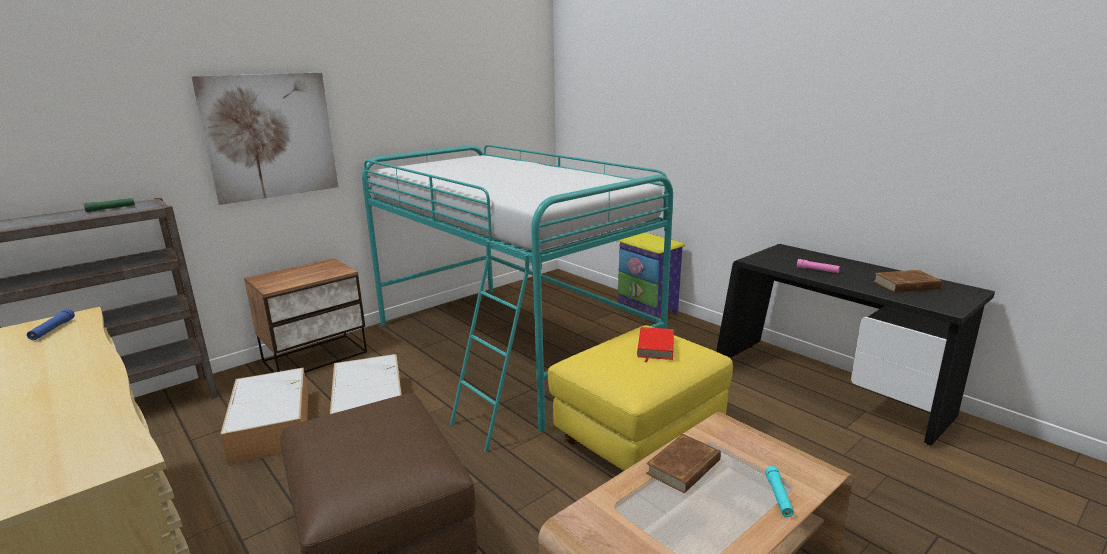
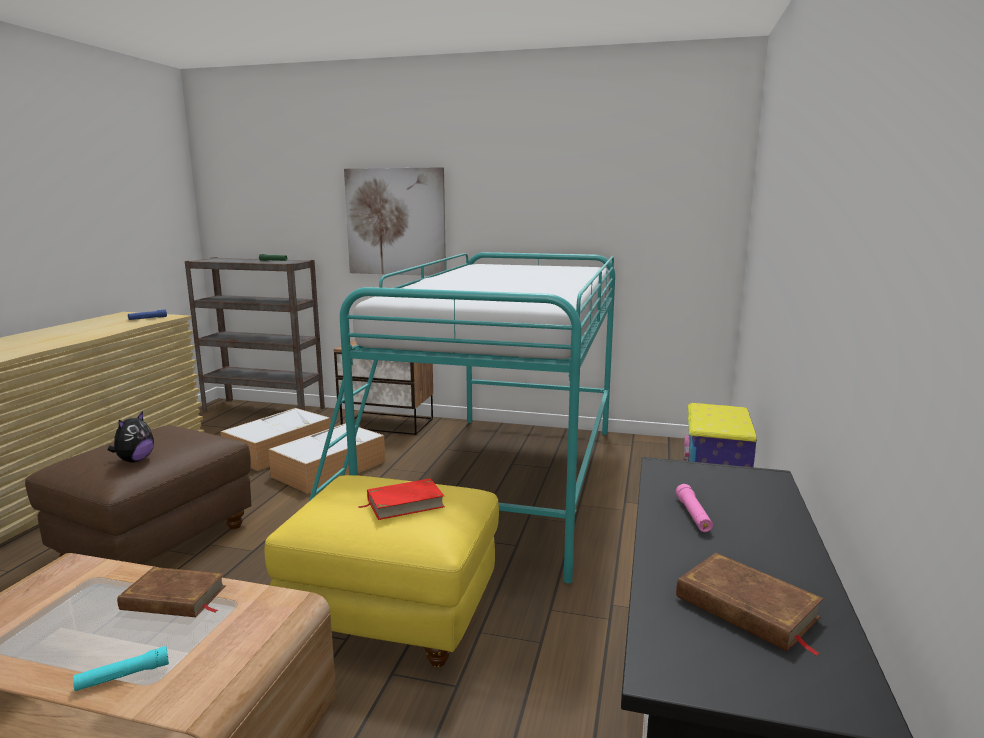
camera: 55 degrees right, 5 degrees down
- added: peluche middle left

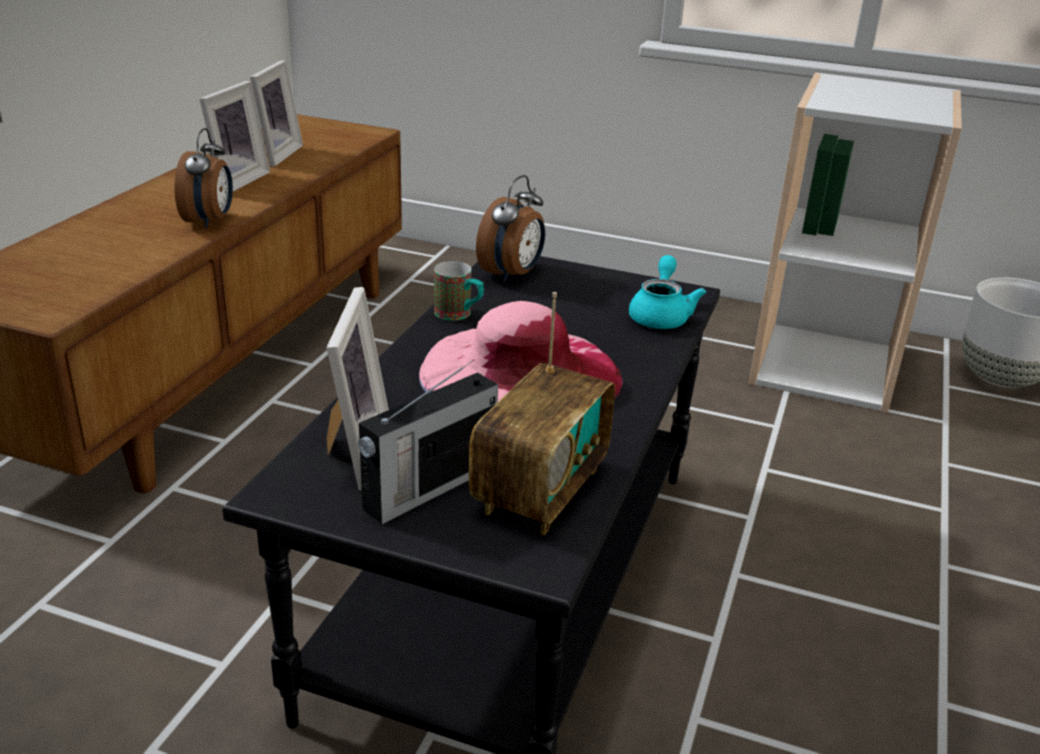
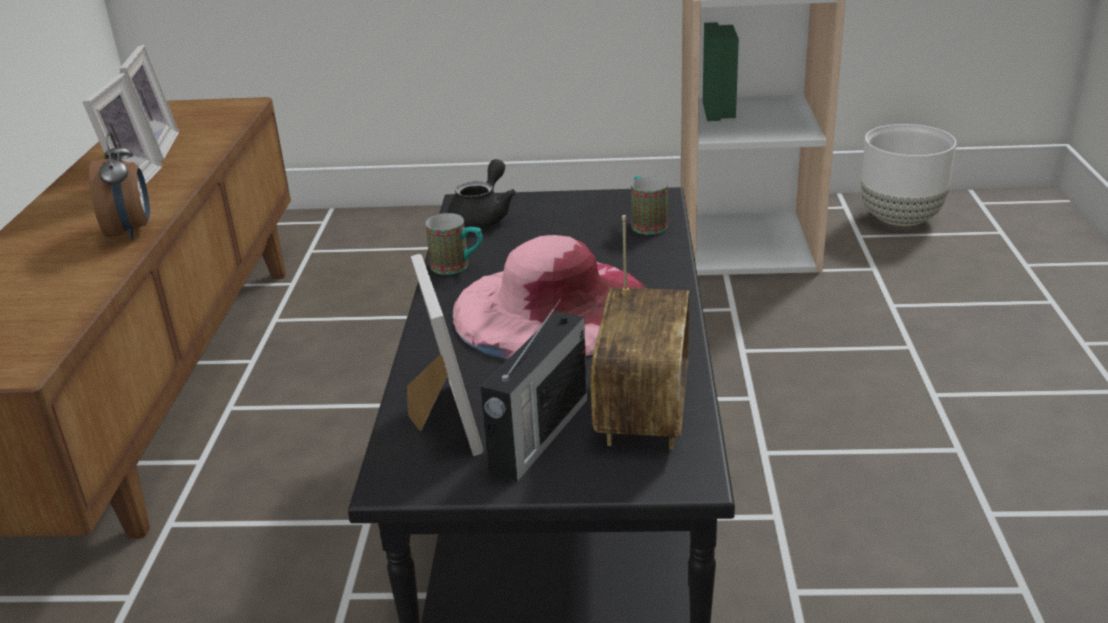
camera: 15 degrees left, 0 degrees up
- replaced: despertador (2nd from left) top centre to tetera [negro] top centre
- replaced: tetera [turquesa] centre to taza grande (2nd from left) top centre

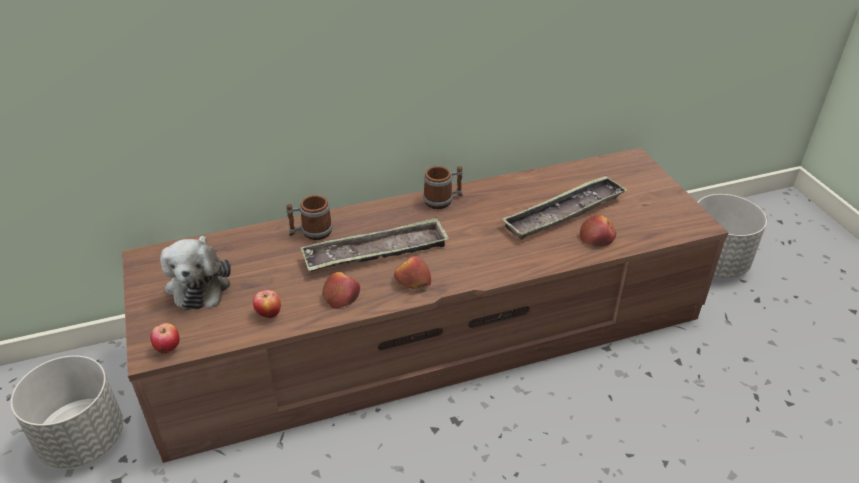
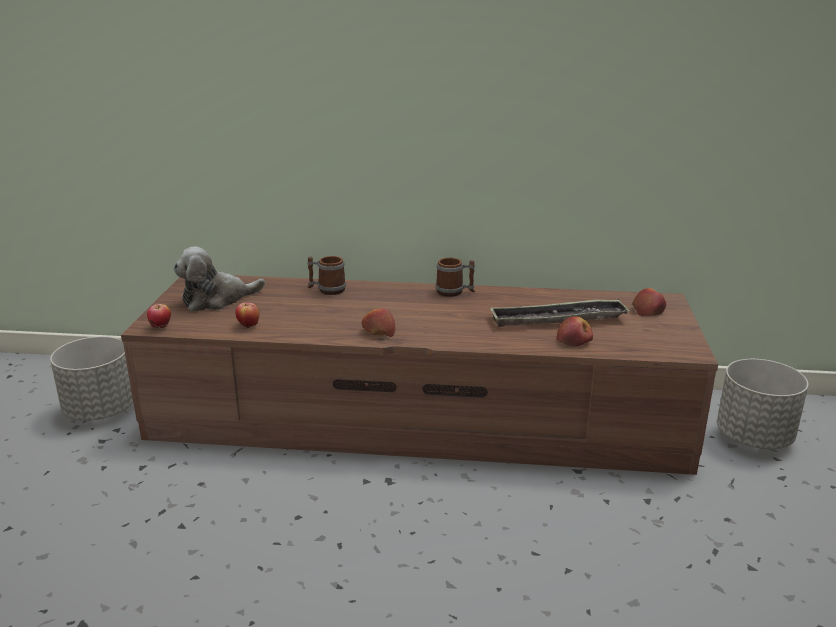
camera: 25 degrees right, 15 degrees down
- turned: peluche middle left = middle left 45 degrees clockwise
- moved: manzana (3rd from left in the first image) centre to manzana (5th from left) middle right
- removed: bandeja (1st from left) centre

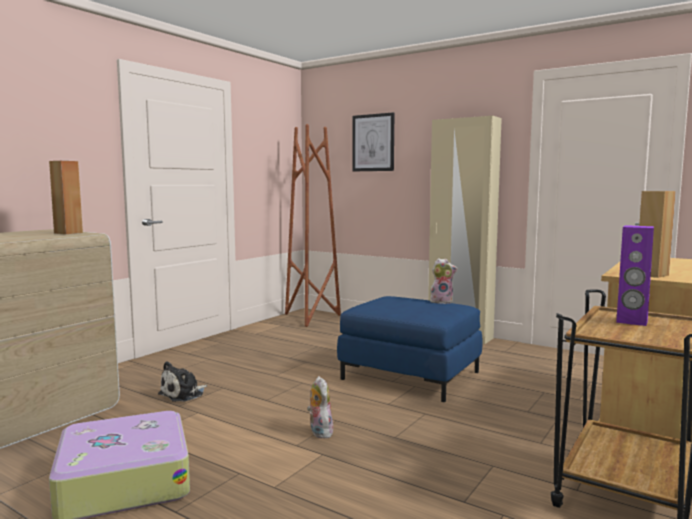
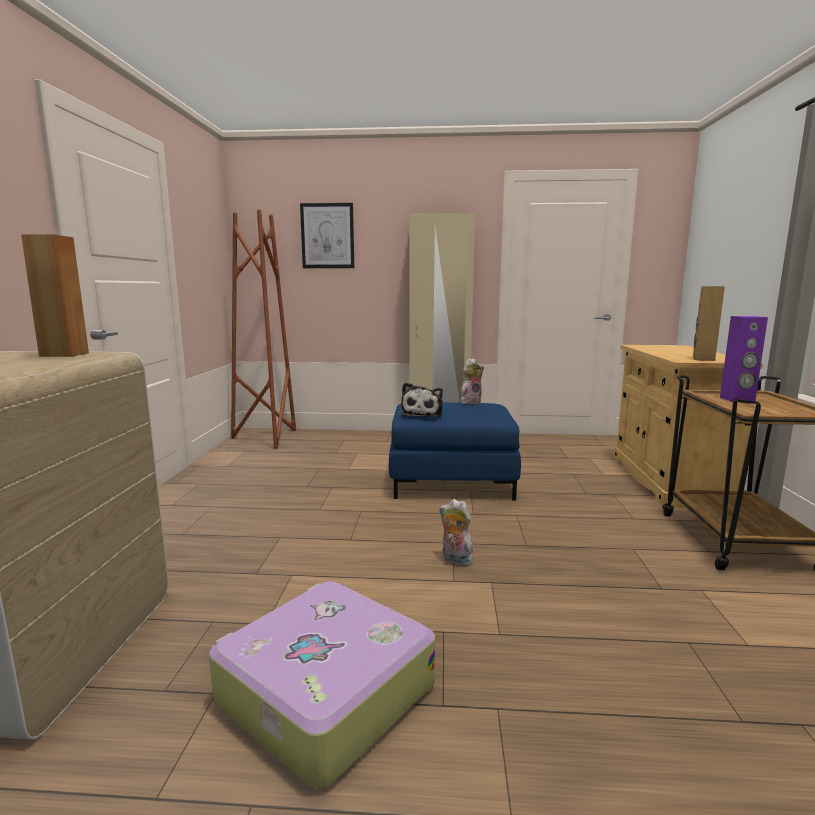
camera: 30 degrees left, 5 degrees up
- moved: peluche (1st from left) bottom left to centre

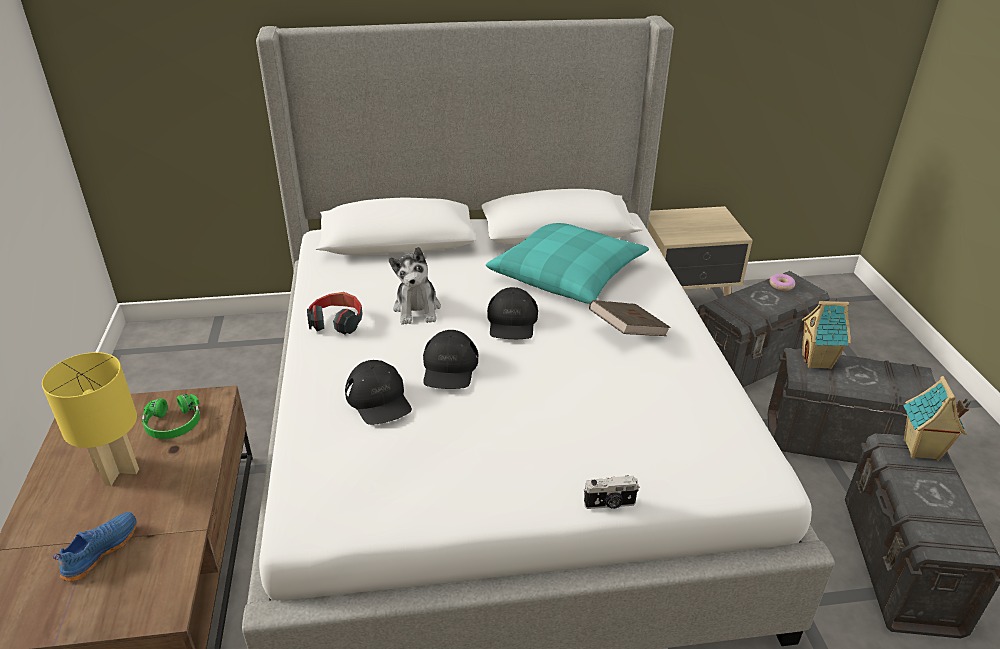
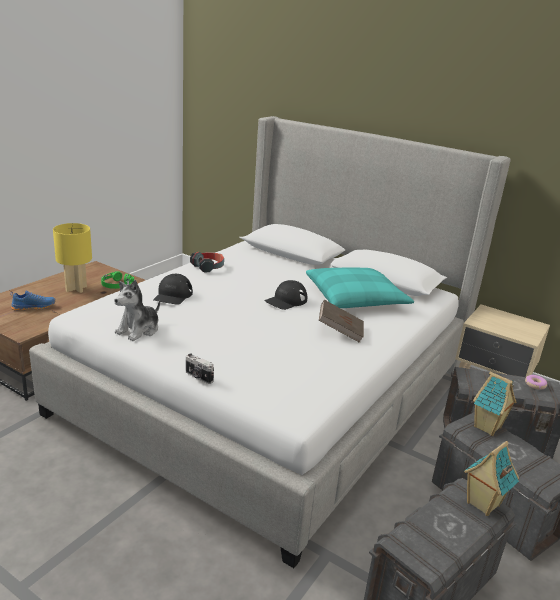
camera: 40 degrees right, 10 degrees down
- moved: peluche centre to middle left
- removed: gorra [negro] (2nd from left) centre

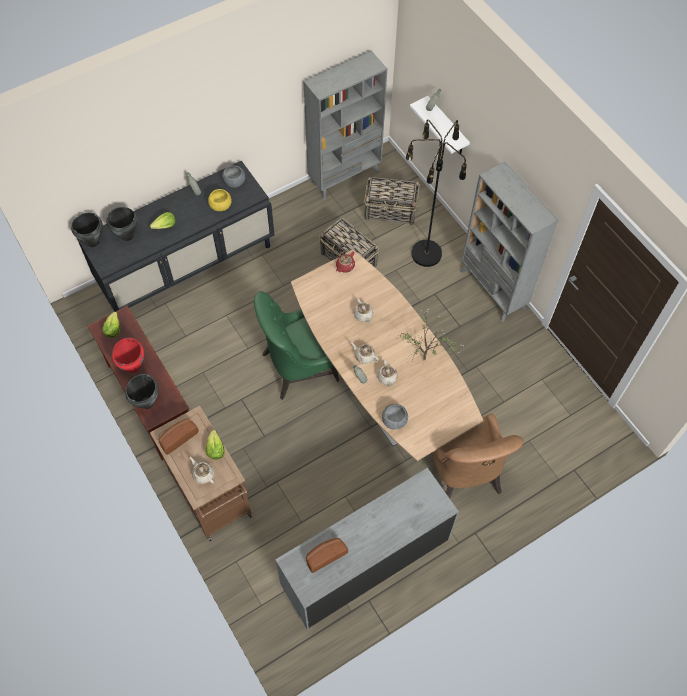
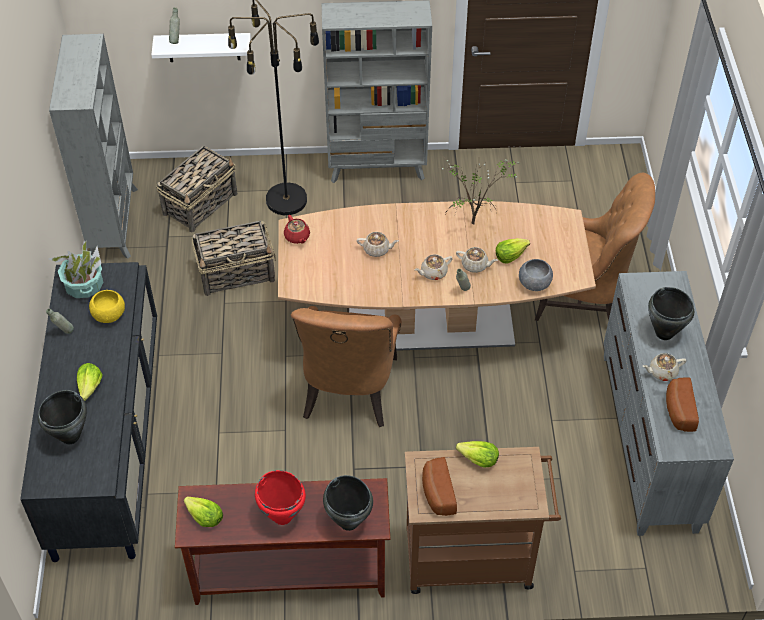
camera: 60 degrees left, 10 degrees down
- replaced: cuenco [gris] (1st from left) top centre to planta en maceta (1st from left) middle left
- recoloured: silla [verde] centre to silla [marrón] (1st from left) centre
- added: lechuga (4th from left) middle right
- moved: tetera [beis] (1st from left in the first image) bottom left to tetera [beis] (4th from left) middle right
- moved: olla [negro] (1st from left in the first image) top left to olla [negro] (3rd from left) middle right

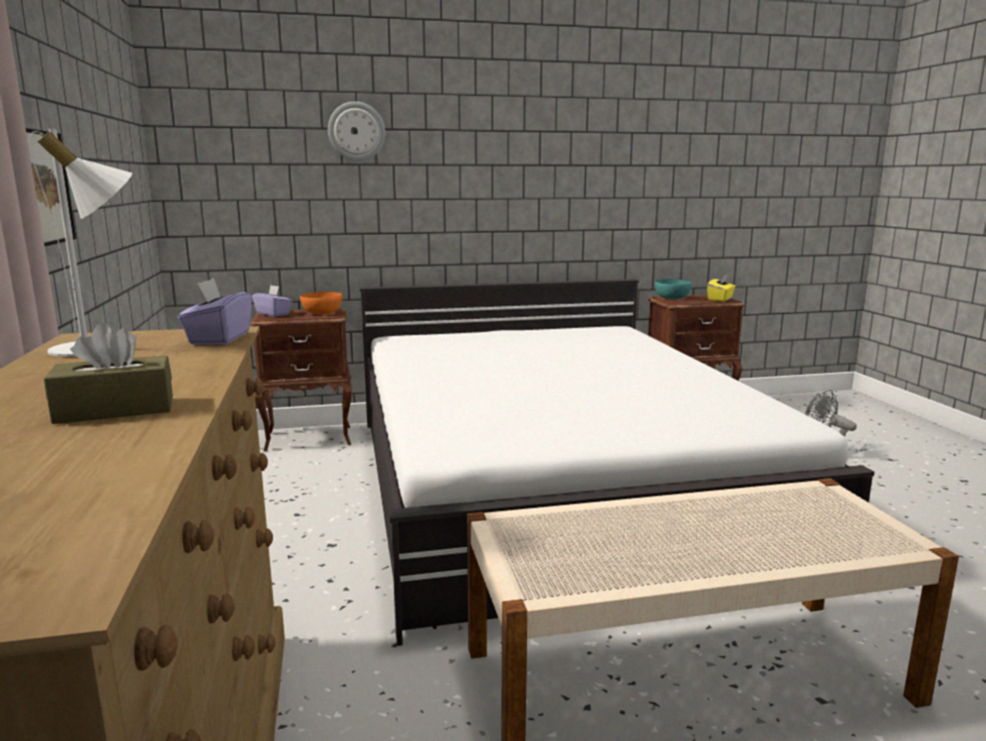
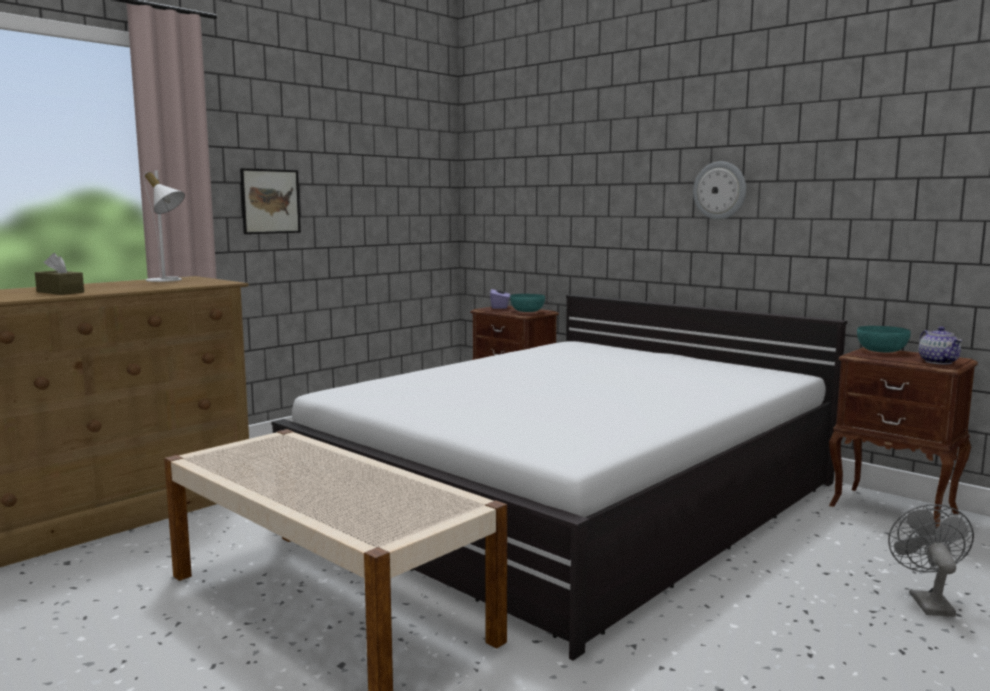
camera: 55 degrees right, 5 degrees down
- recoloured: cuenco [naranja] middle left to cuenco [turquesa] (1st from left) centre
- moved: reloj de pared top centre to top right
- replaced: caja de pañuelos [amarillo] middle right to tetera middle right
- removed: caja de pañuelos [morado] (1st from left) middle left

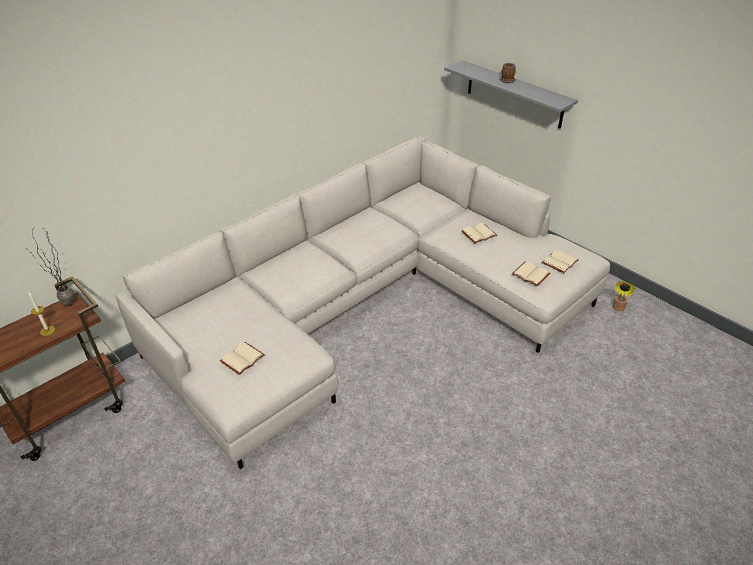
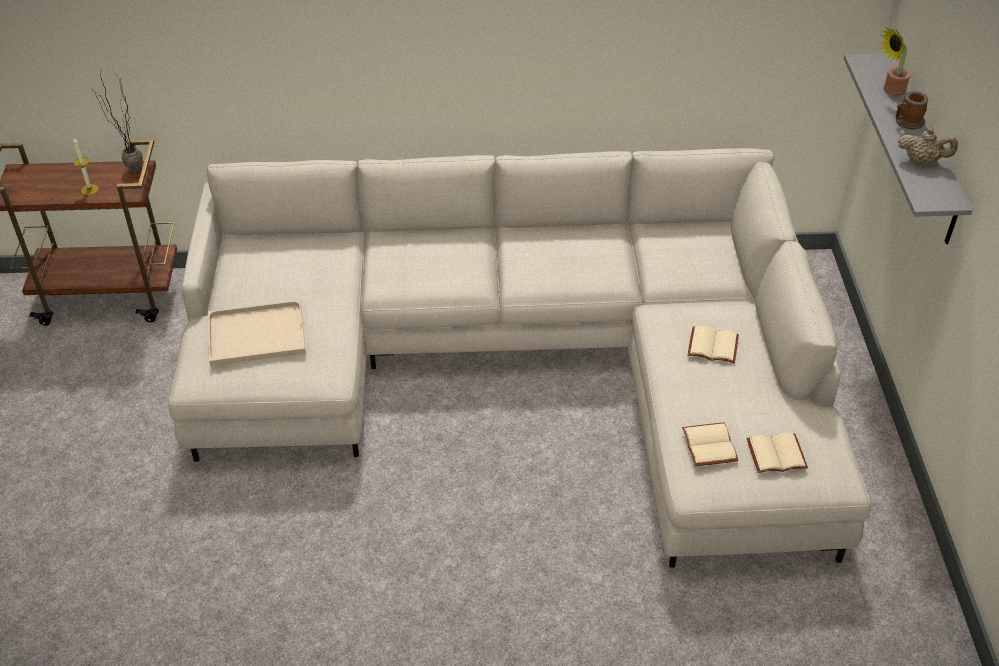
camera: 40 degrees right, 5 degrees up
- replaced: libro [beis] (1st from left) middle left to bandeja [beis] middle left
- moved: planta en maceta (2nd from left) middle right to top right
- added: tetera [beis] top right

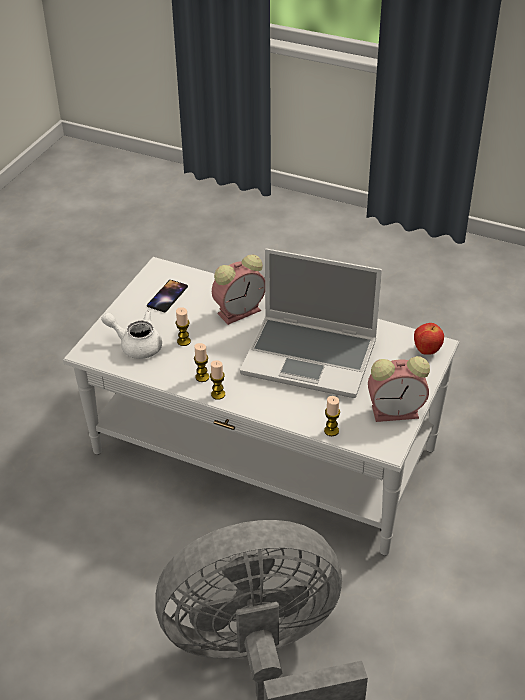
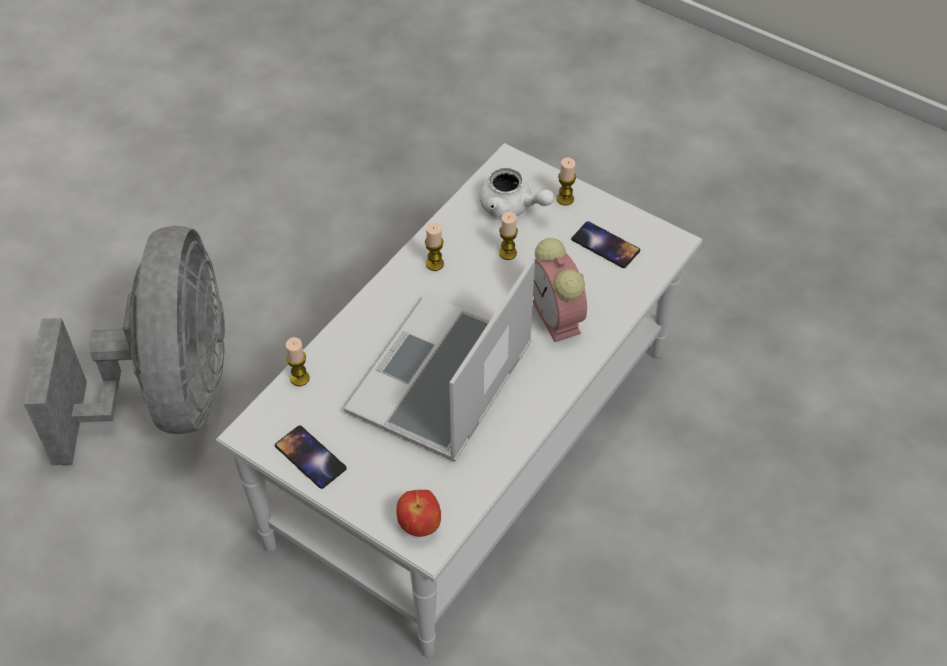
camera: 100 degrees right, 10 degrees up
- replaced: despertador (2nd from left) middle right to móvil (1st from left) bottom left
- turned: tetera [blanco] middle left = top centre 90 degrees clockwise
- moved: vela (3rd from left in the first image) centre to vela (4th from left) top centre

